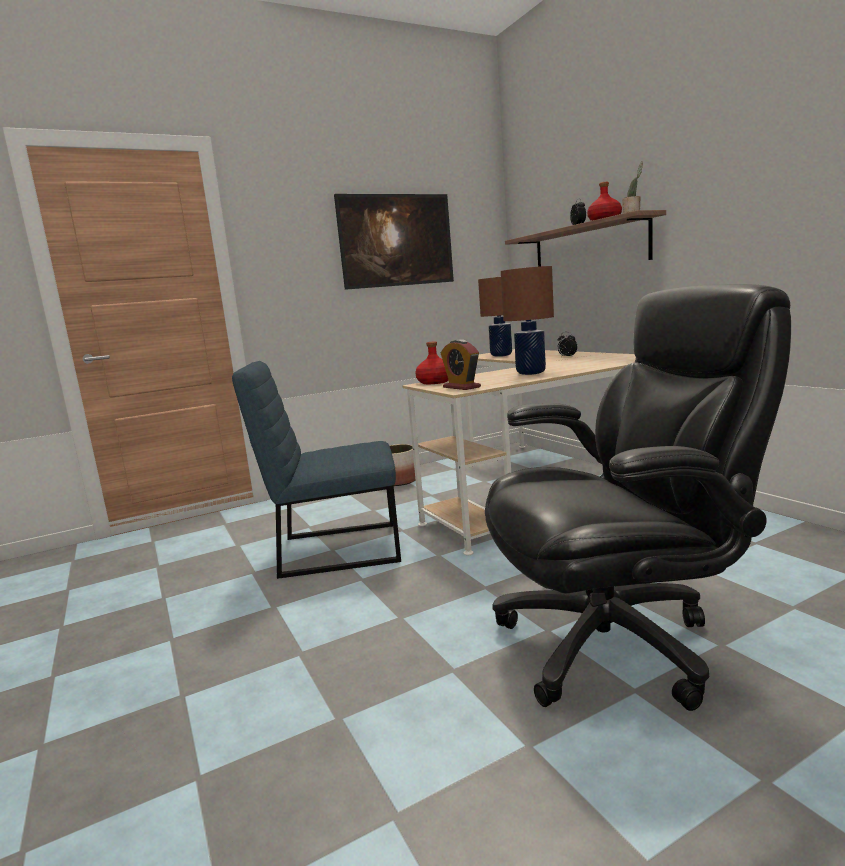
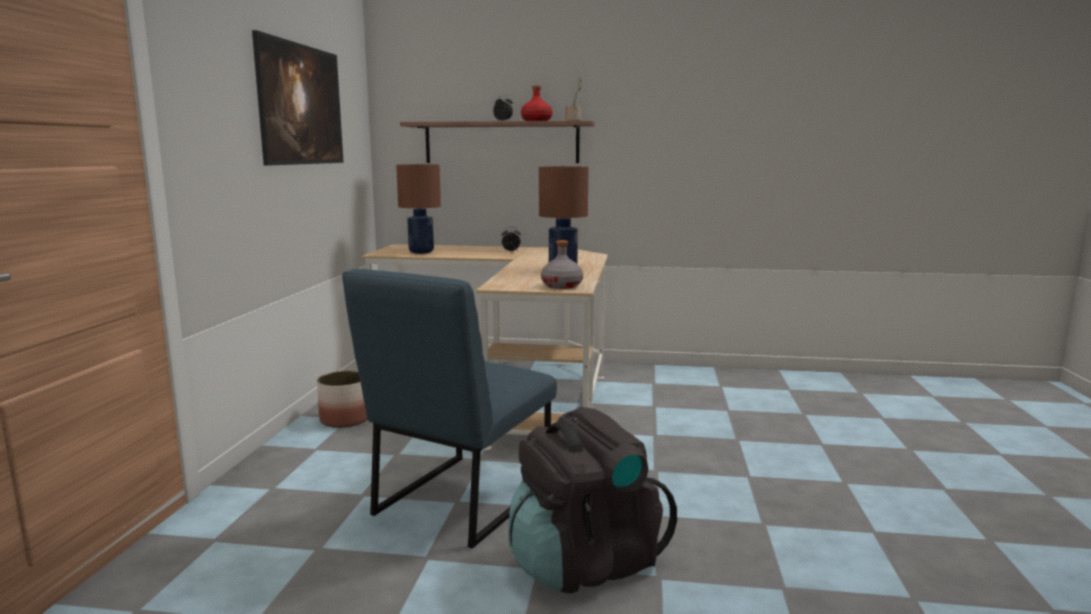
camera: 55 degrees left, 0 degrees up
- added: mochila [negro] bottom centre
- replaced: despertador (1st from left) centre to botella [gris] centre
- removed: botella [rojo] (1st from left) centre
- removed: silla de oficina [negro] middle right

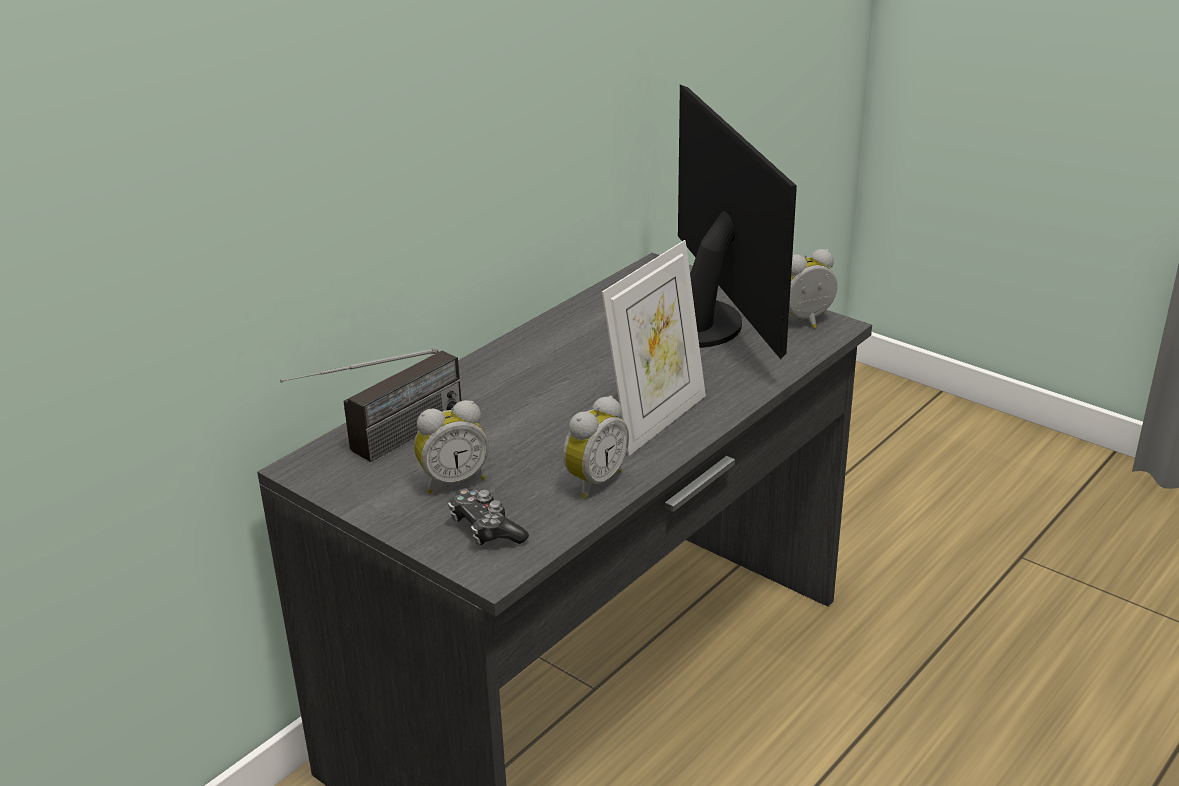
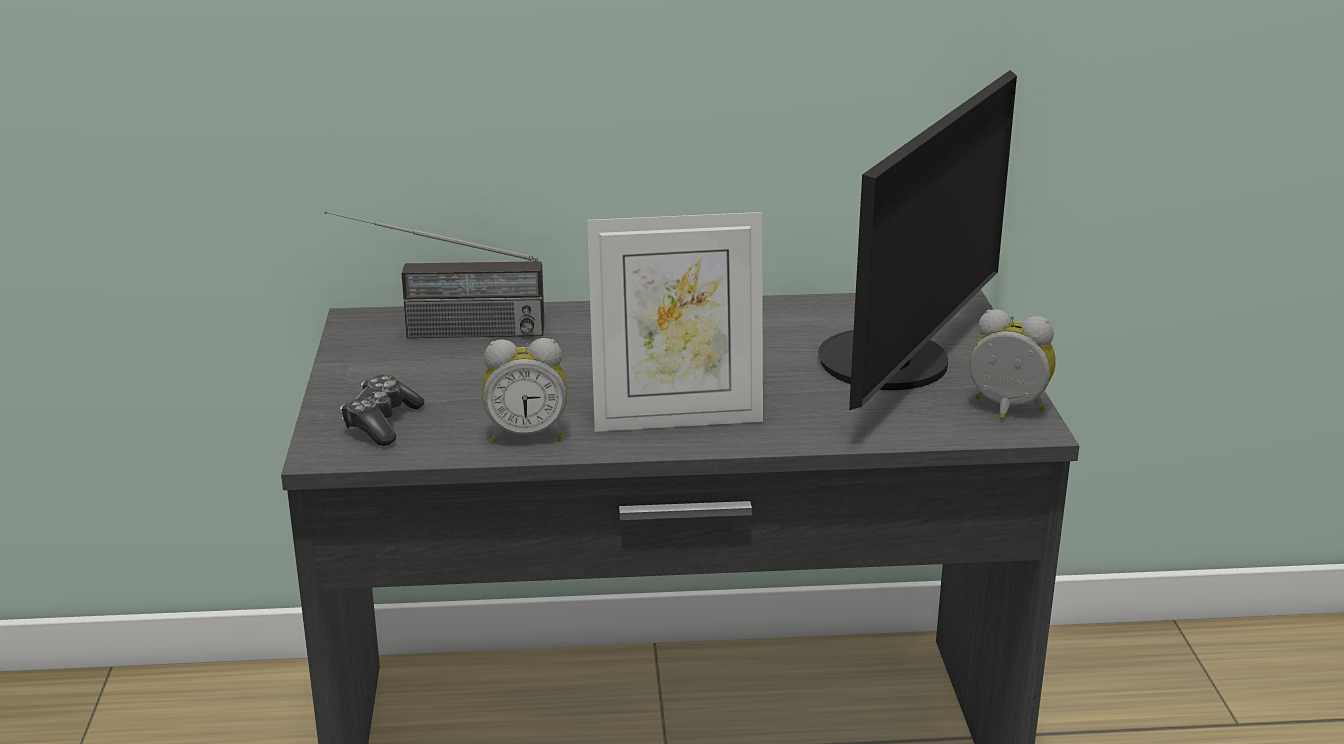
camera: 45 degrees right, 5 degrees down
- removed: despertador (1st from left) centre

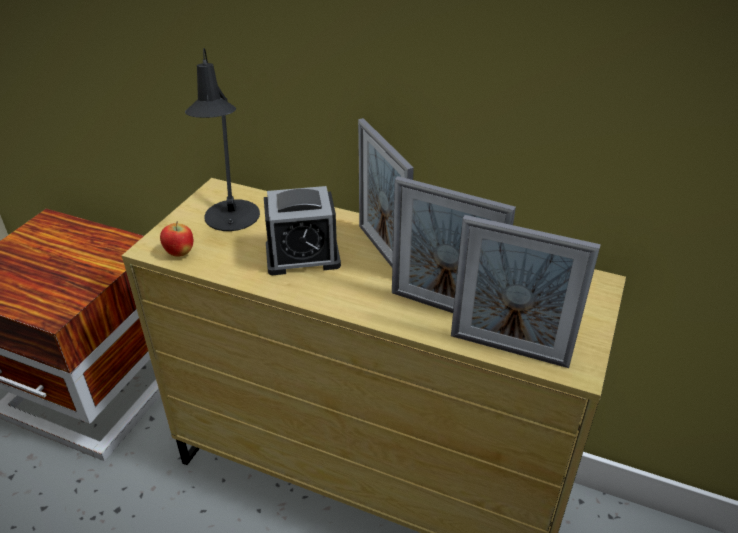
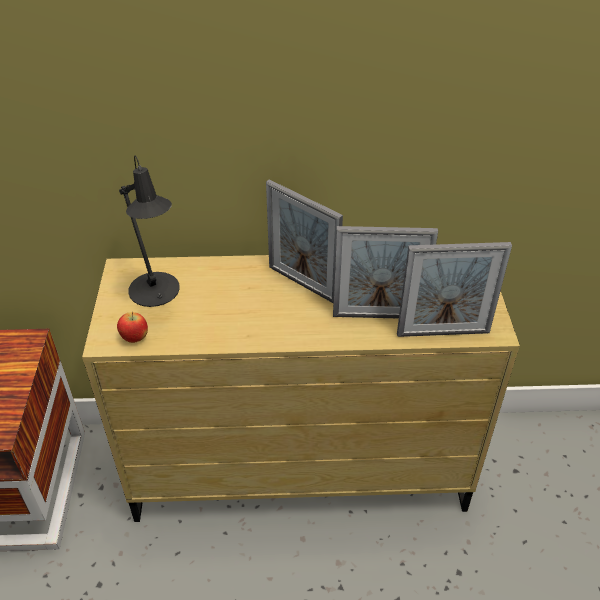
camera: 25 degrees left, 5 degrees up
- removed: despertador centre

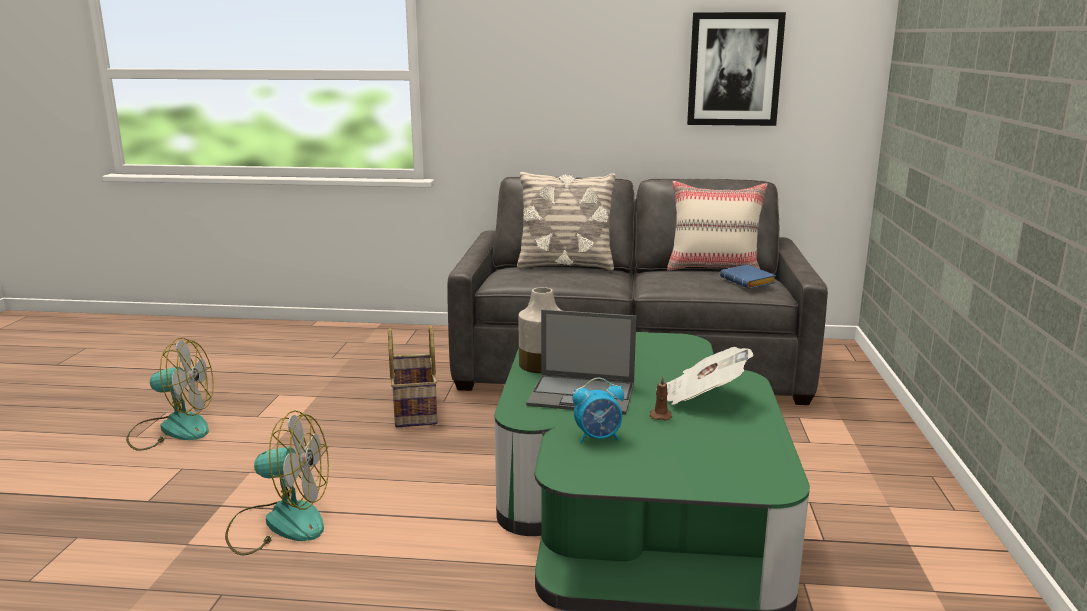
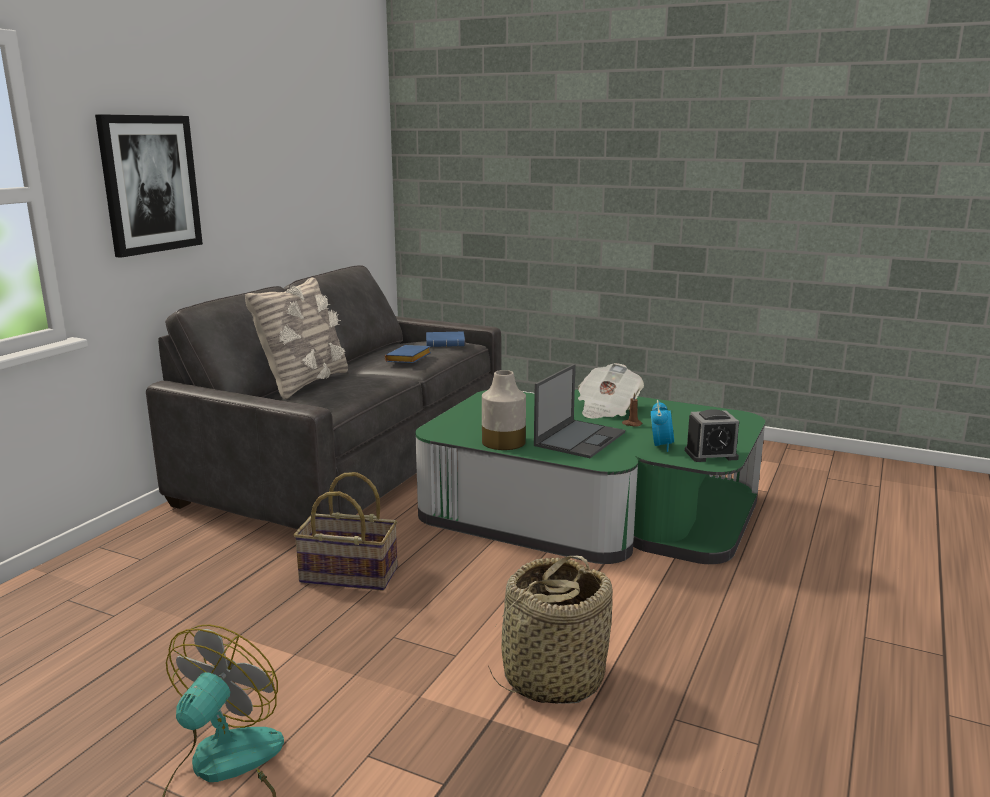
camera: 70 degrees left, 0 degrees up
- moved: cuadro top right to top left
- added: libro [azul] (1st from left) centre
- replaced: ventilador (2nd from left) bottom left to cesta (2nd from left) bottom centre
- added: despertador (2nd from left) middle right
- removed: cojín [beis] (2nd from left) centre

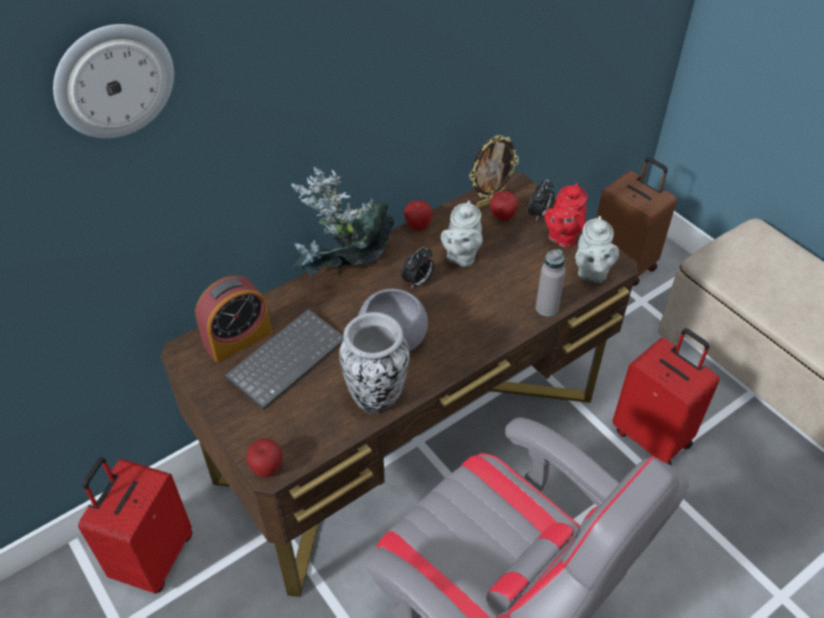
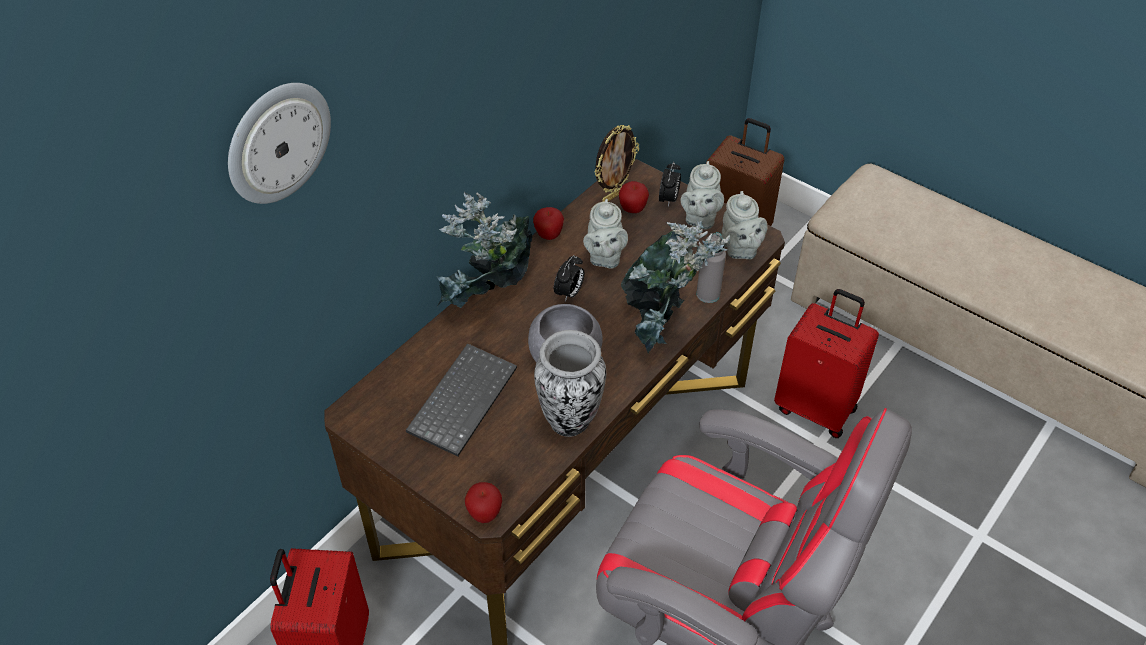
camera: 15 degrees left, 0 degrees up
- added: planta en maceta (2nd from left) centre
- recoloured: tetera [rojo] middle right to tetera [gris] (2nd from left) top centre
- removed: despertador (1st from left) middle left

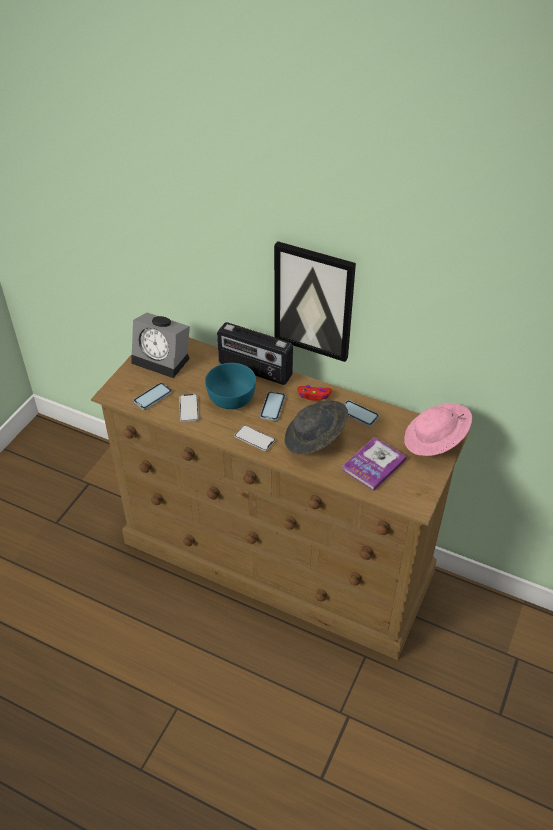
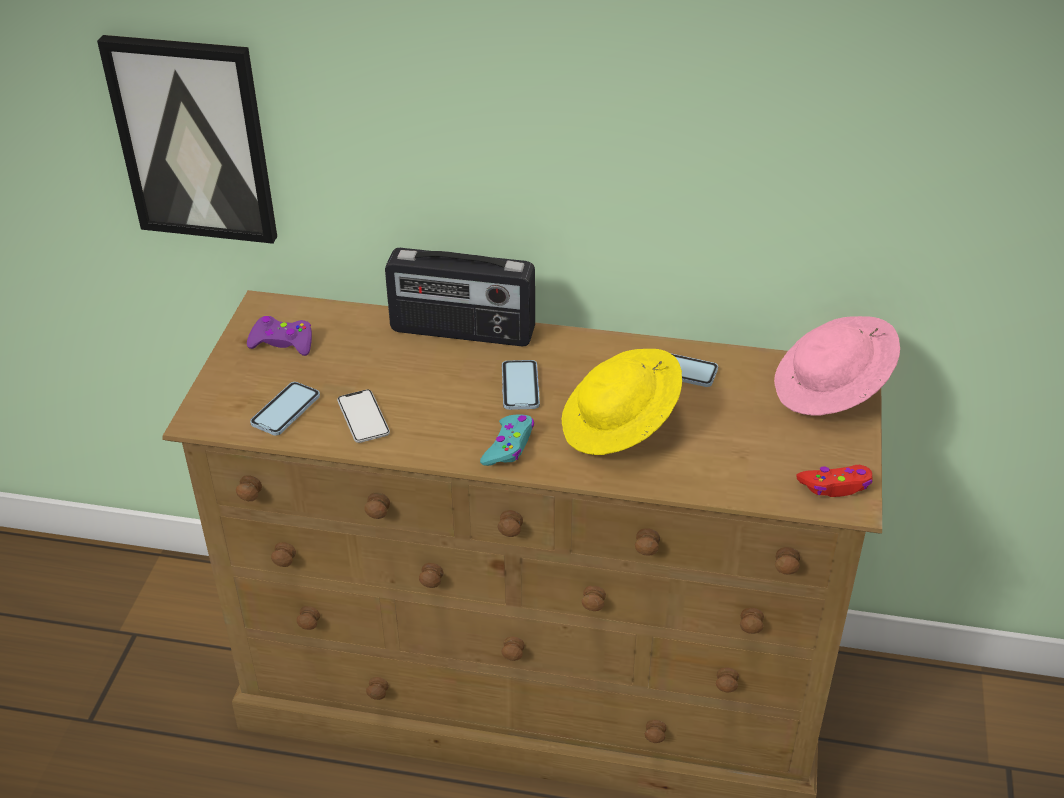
camera: 15 degrees left, 5 degrees down
- moved: cuadro centre to top left
- replaced: despertador middle left to mando de consola [morado] middle left
- replaced: móvil (3rd from left) centre to mando de consola [turquesa] centre
- recoloured: sombrero [gris] centre to sombrero [amarillo] centre
- moved: mando de consola [rojo] centre to middle right
- removed: cuenco [turquesa] centre
- removed: libro middle right

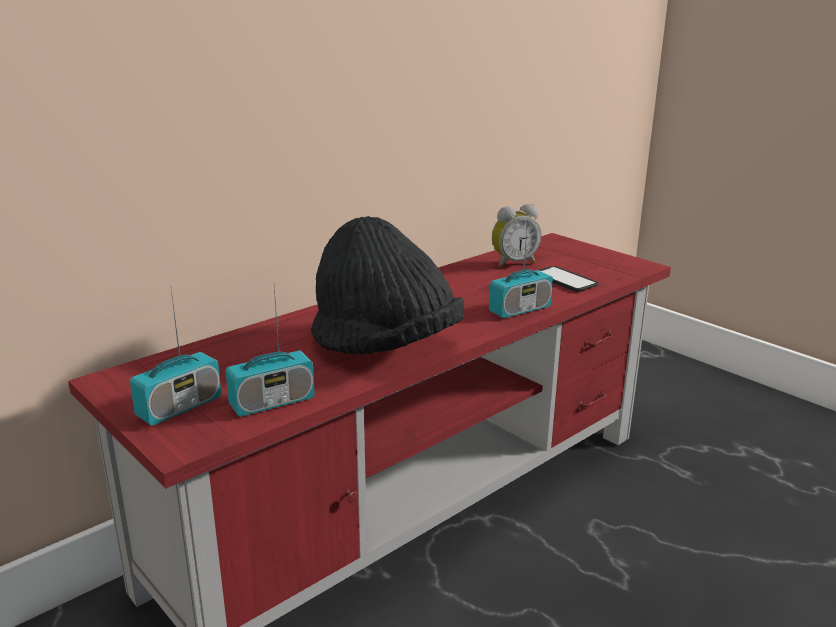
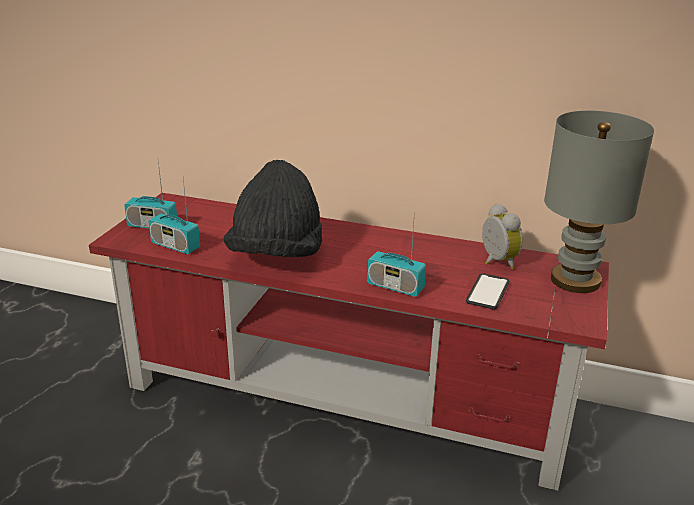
camera: 60 degrees right, 5 degrees up
- turned: despertador centre = middle right 150 degrees counterclockwise
- added: lámpara de mesa [gris] middle right

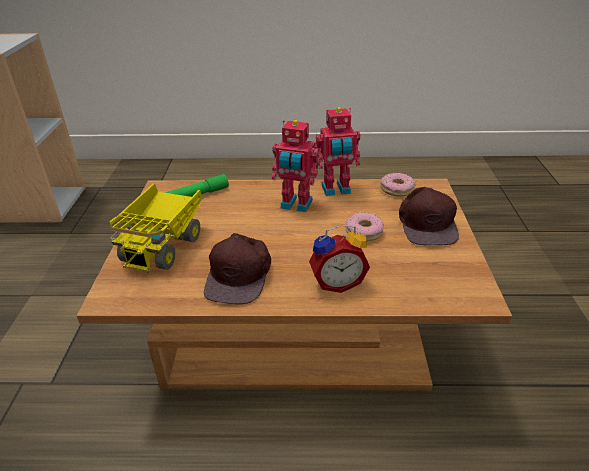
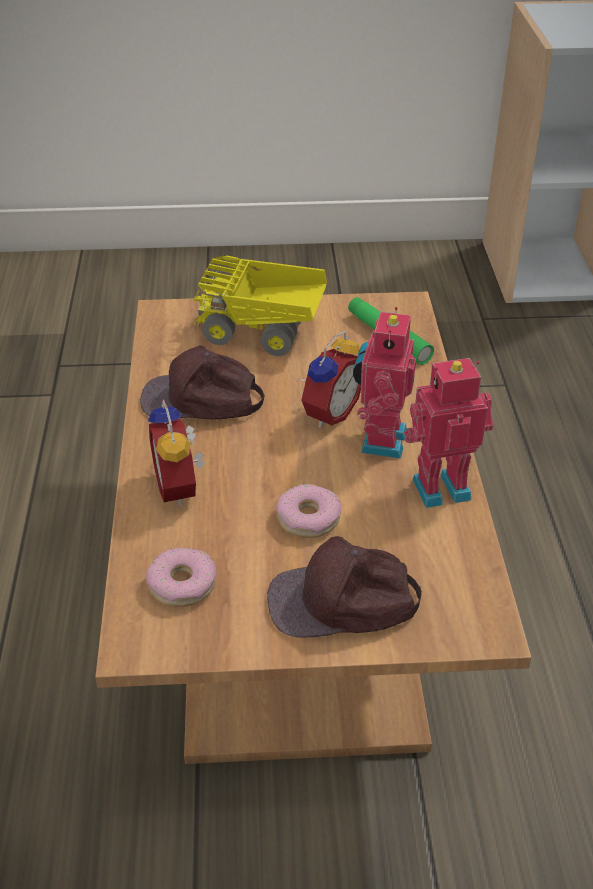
camera: 85 degrees right, 5 degrees up
- moved: rosquilla (2nd from left in the first image) middle right to rosquilla (1st from left) middle left
- added: despertador (2nd from left) centre
- turned: robot de juguete (2nd from left) top centre = middle right 90 degrees clockwise

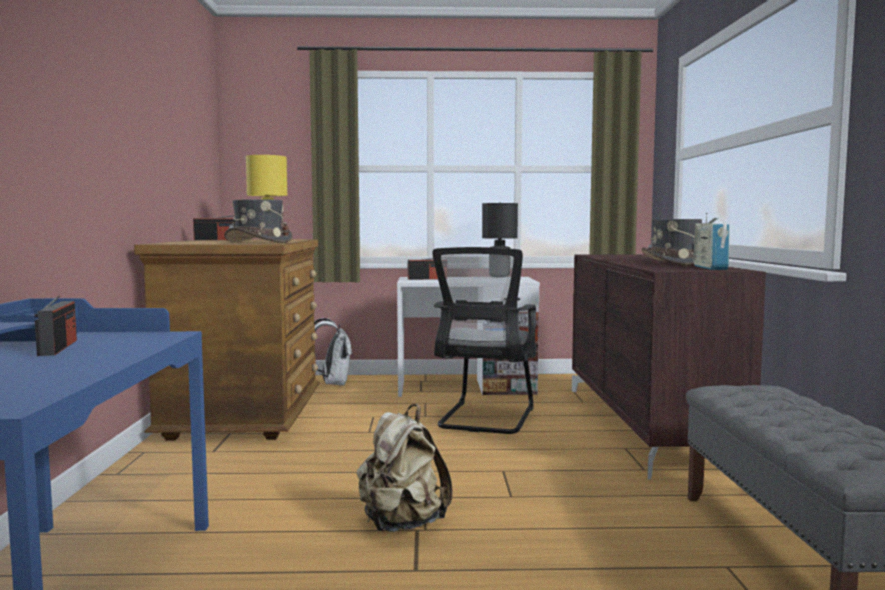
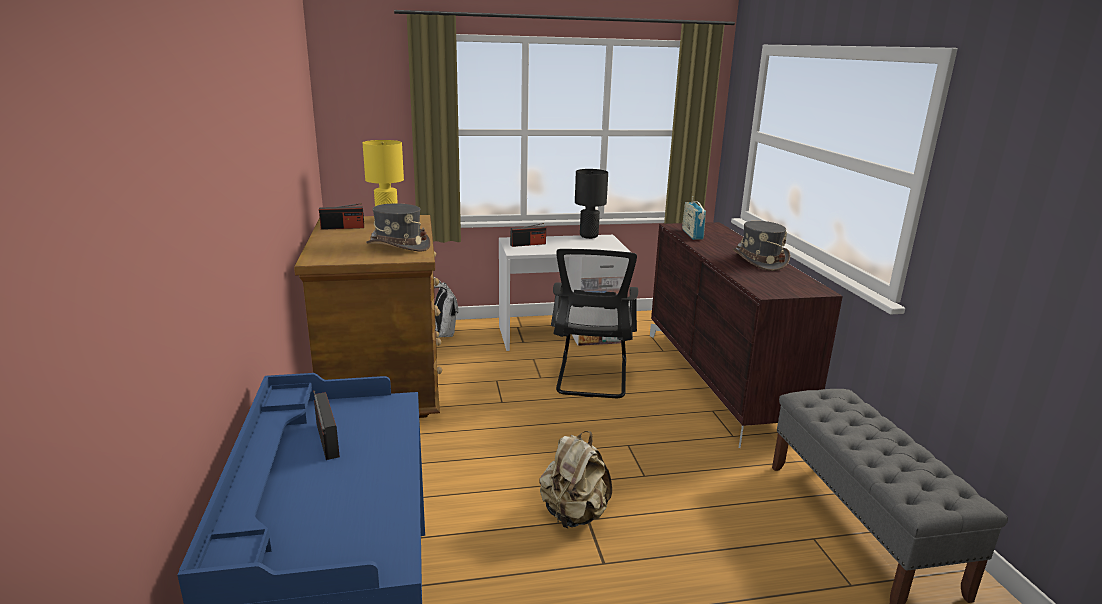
camera: 10 degrees left, 15 degrees up
- moved: radio (4th from left) middle right to centre

